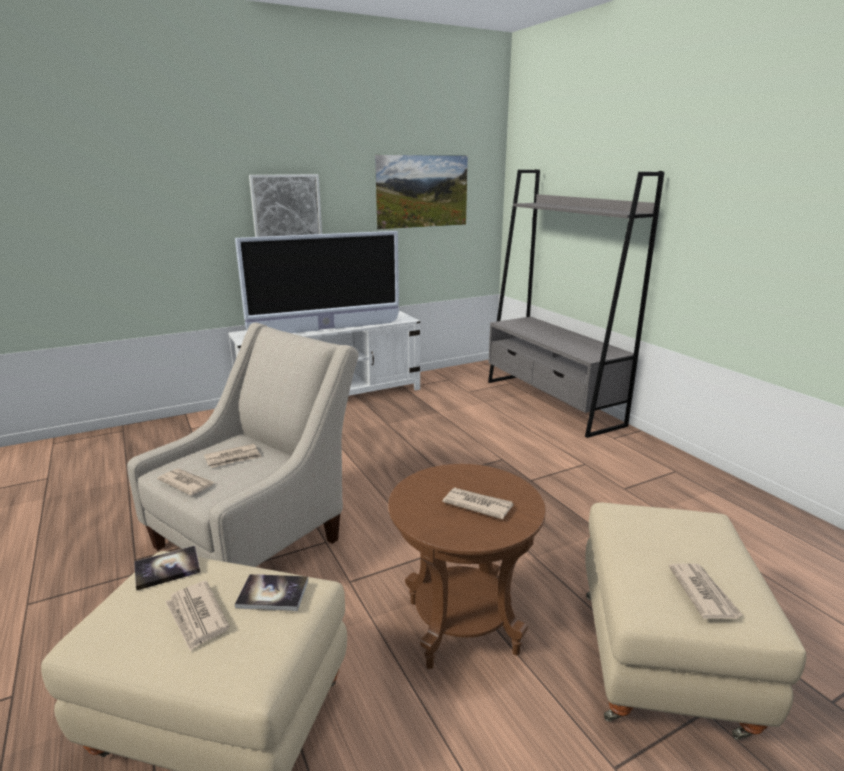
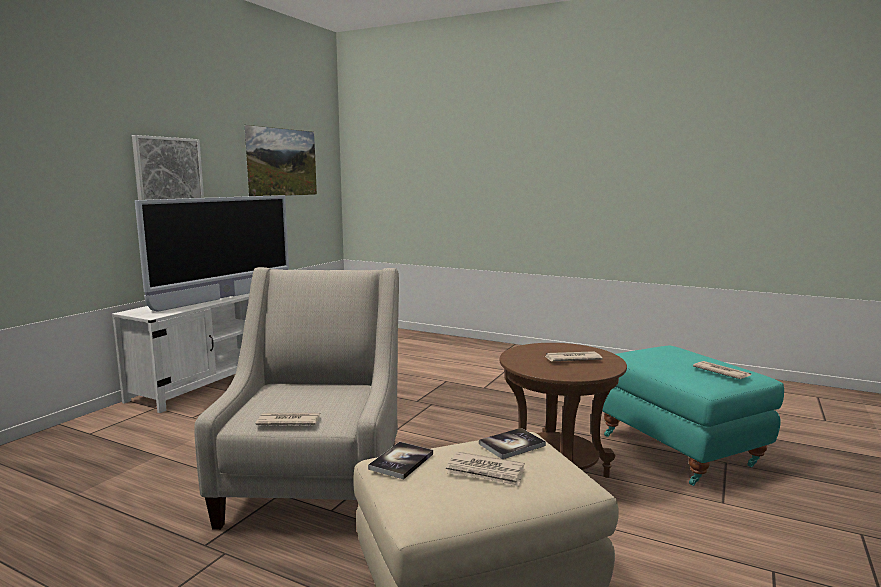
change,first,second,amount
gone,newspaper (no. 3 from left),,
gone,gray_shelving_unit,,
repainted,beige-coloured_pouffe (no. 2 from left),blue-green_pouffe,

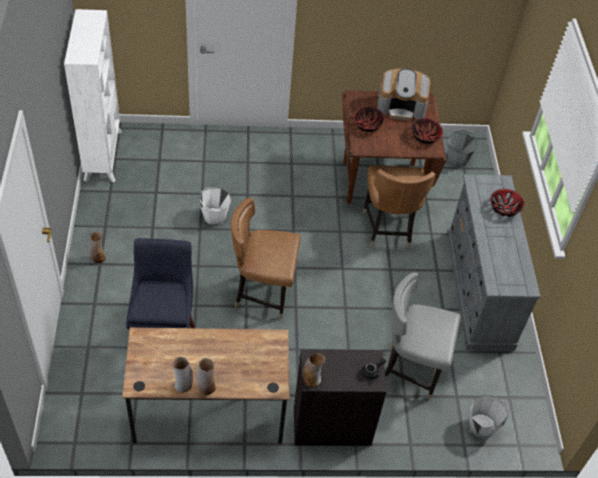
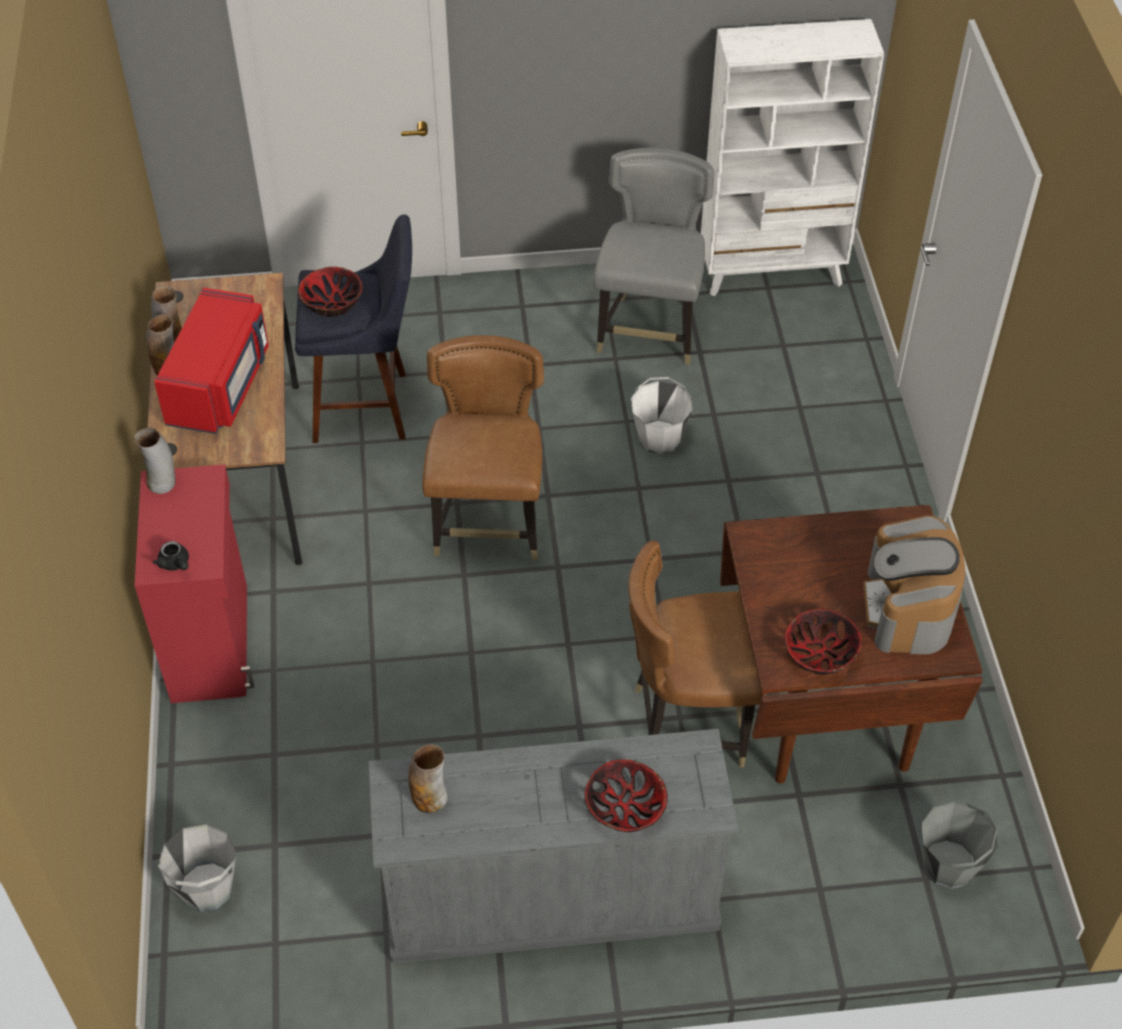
change,first,second,amount
shifted,decorative_vase (no. 1 from left in the first image),decorative_vase (no. 4 from left),
repainted,blackish_storage_cabinet,red_storage_cabinet,
shifted,bowl (no. 1 from left),,
shifted,gray_plain_chair,,
new,,red_microwave_oven,

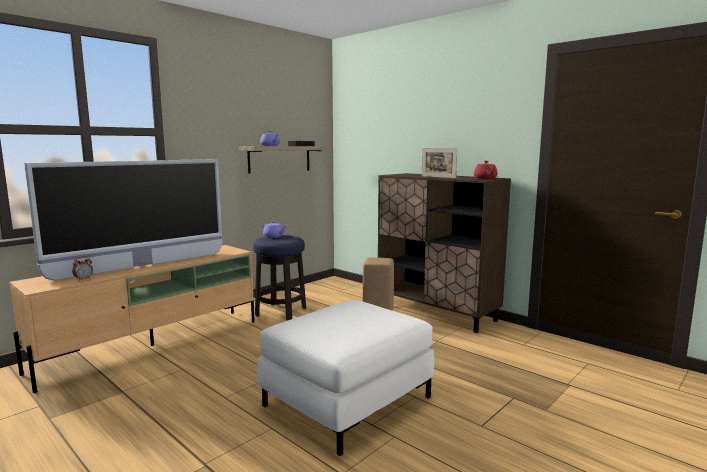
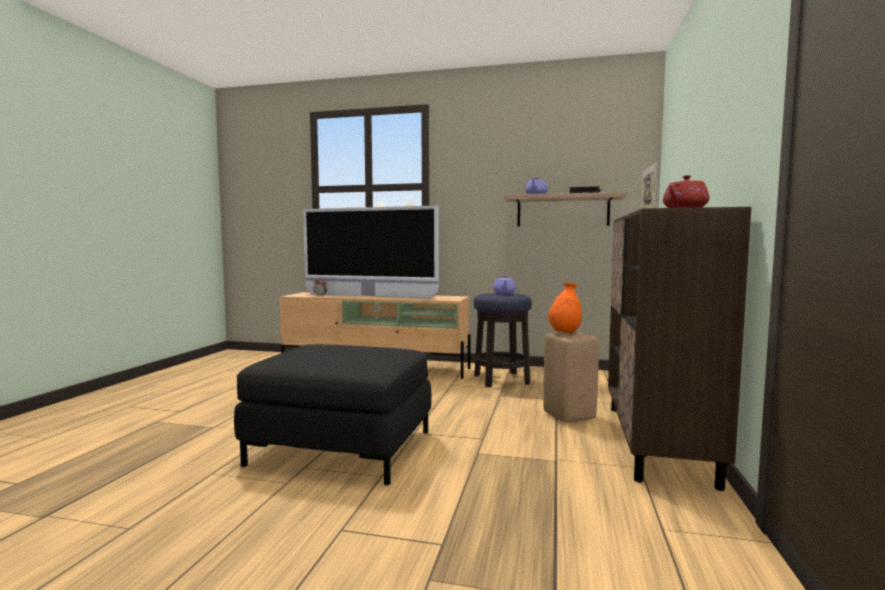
change,first,second,amount
repainted,whitish_pouffe,blackish_pouffe,
new,,orange_decorative_vase,

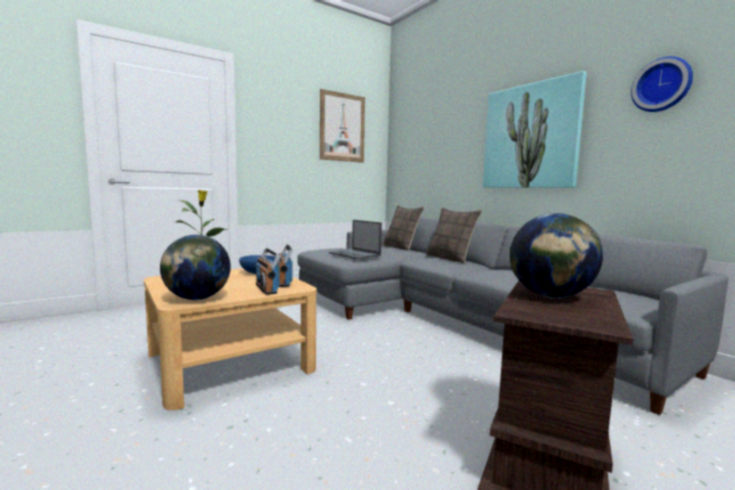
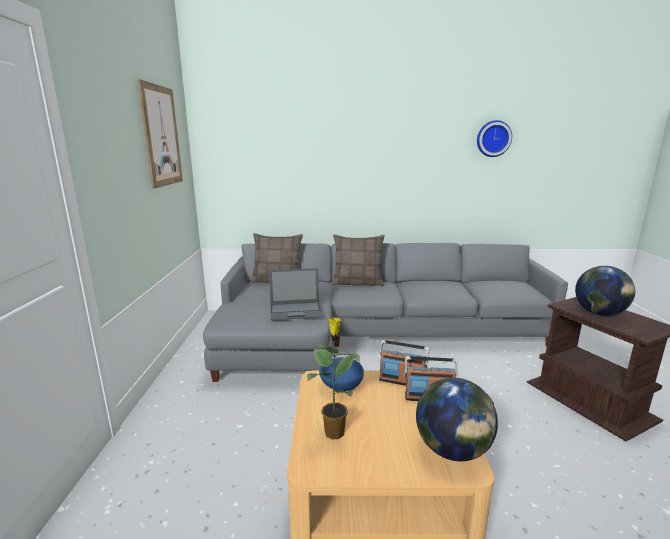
change,first,second,amount
gone,wall_picture (no. 2 from left),,

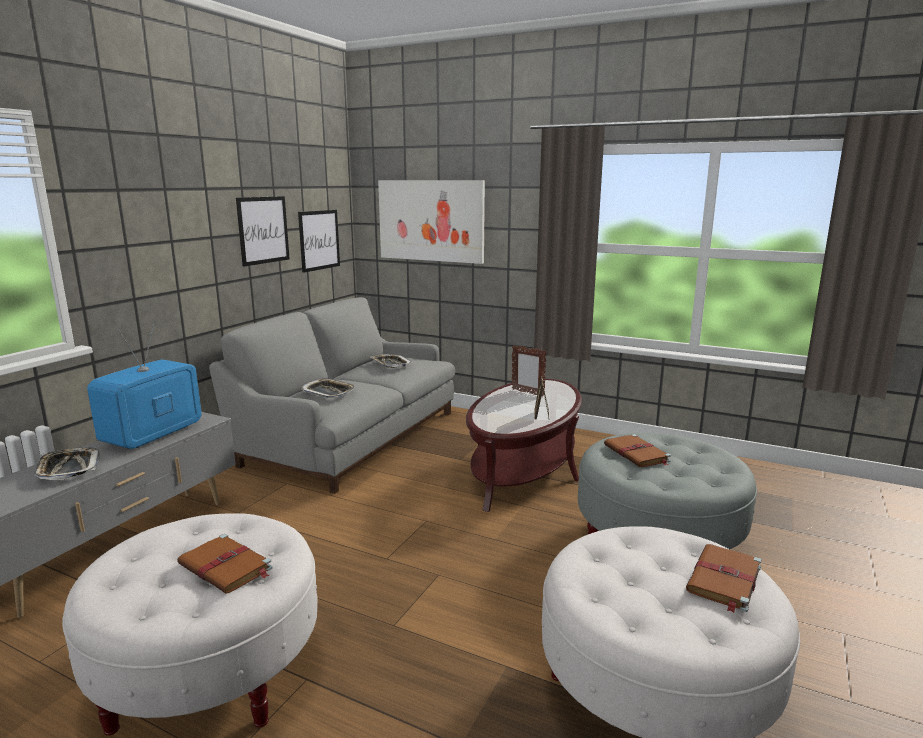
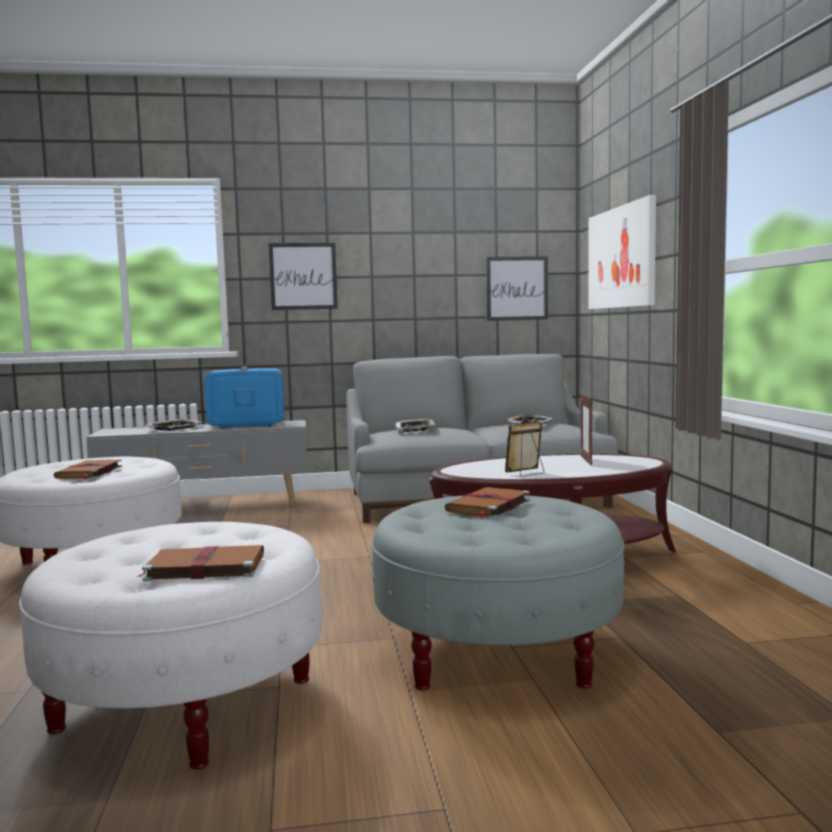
change,first,second,amount
shifted,wall_picture (no. 1 from left),,

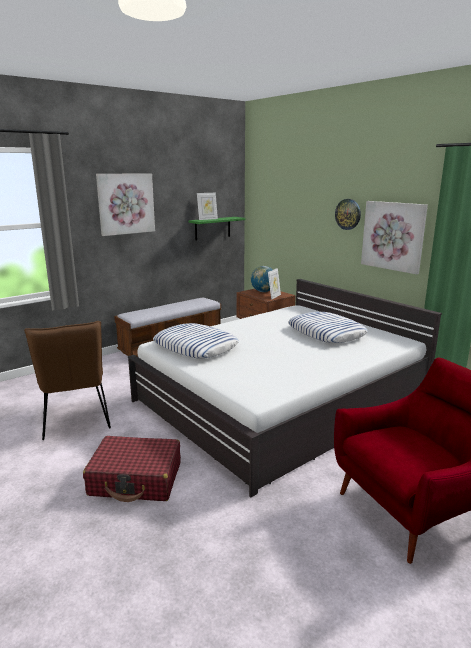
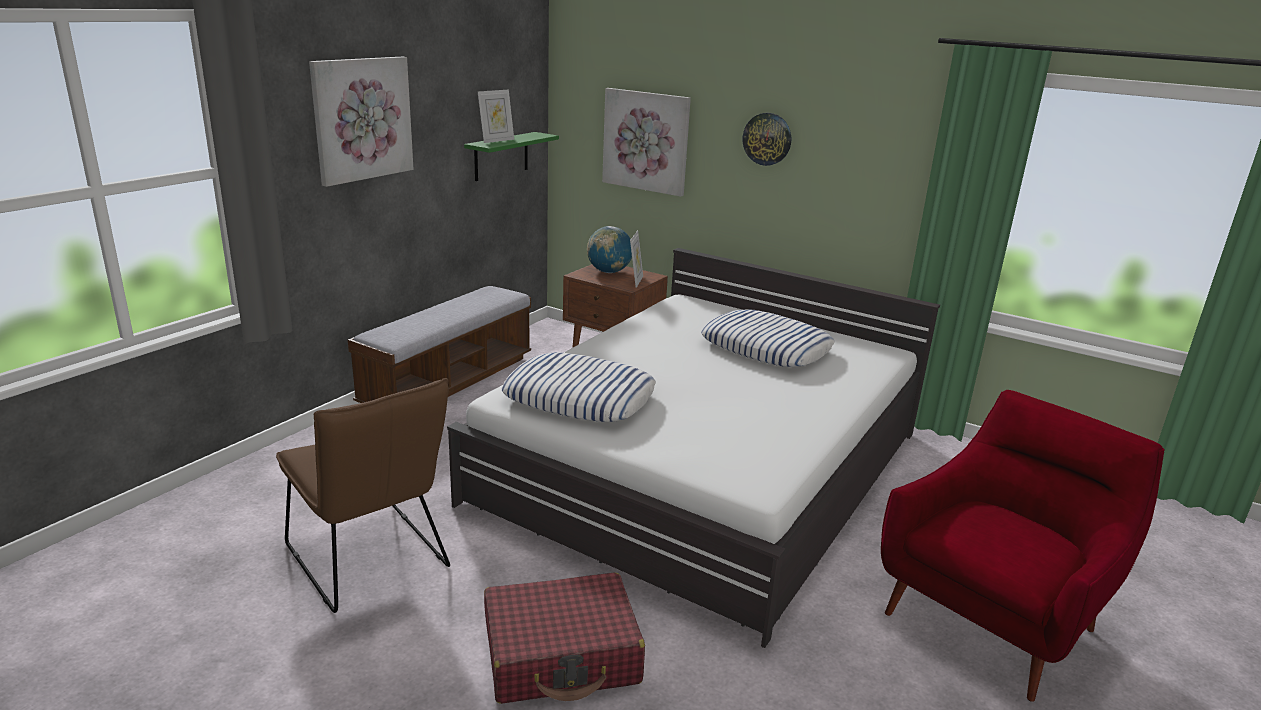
change,first,second,amount
shifted,wall_picture (no. 2 from left),,

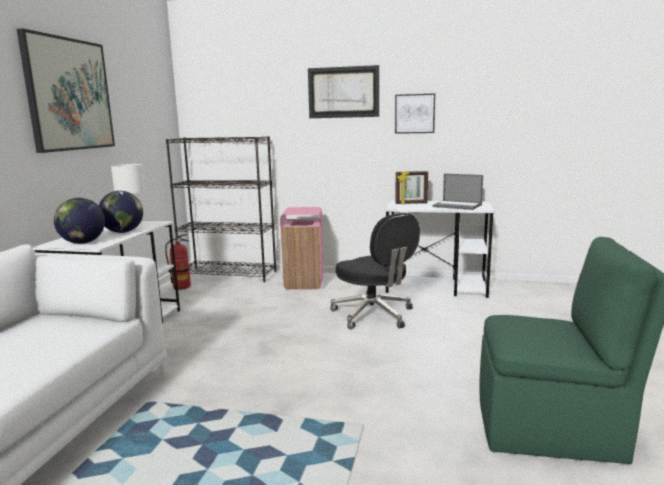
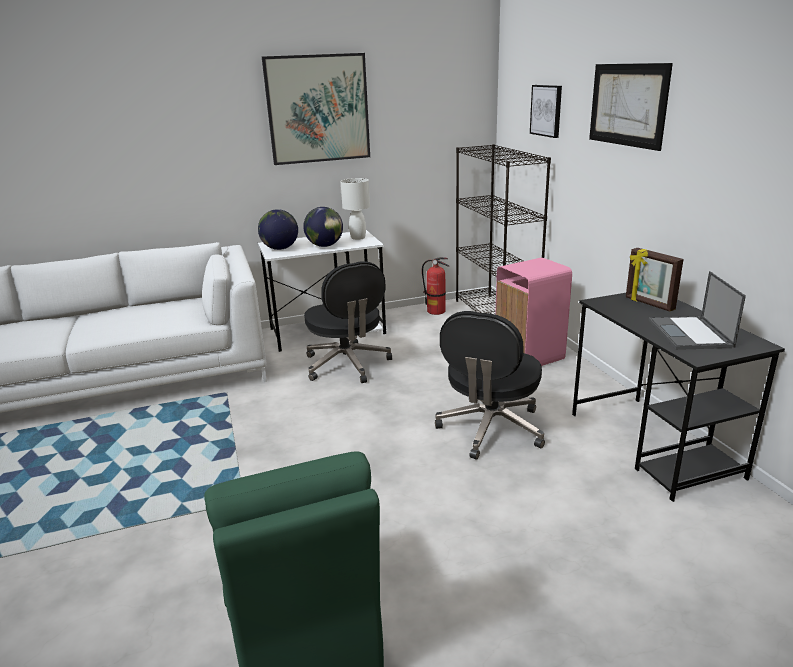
change,first,second,amount
repainted,whitish_desk_table (no. 2 from left),blackish_desk_table,
shifted,wall_picture (no. 3 from left in the first image),wall_picture (no. 2 from left),
new,,blackish_office_chair (no. 1 from left),

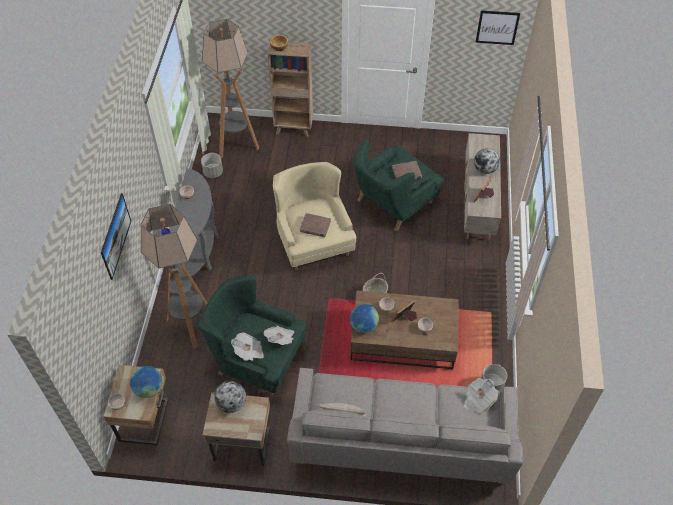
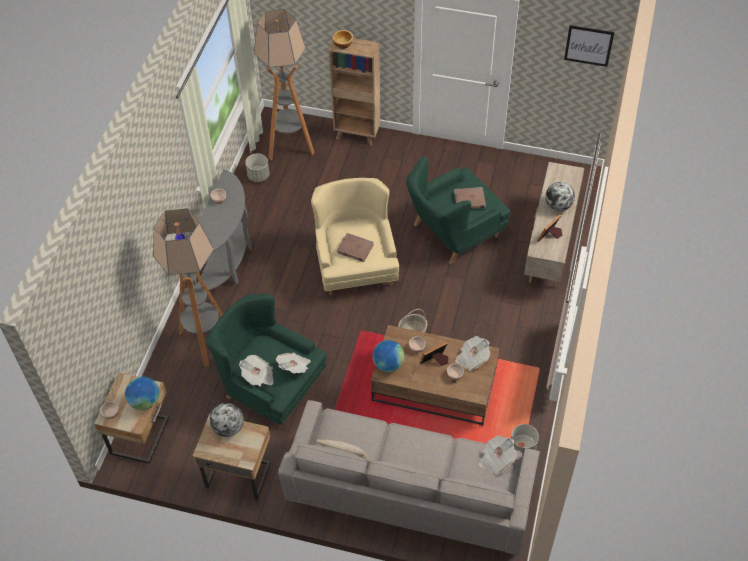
change,first,second,amount
gone,wall_picture (no. 1 from left),,
new,,newspaper (no. 3 from left),

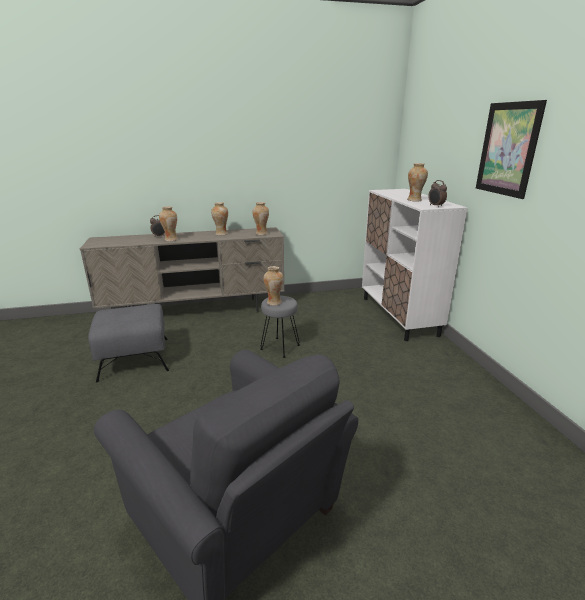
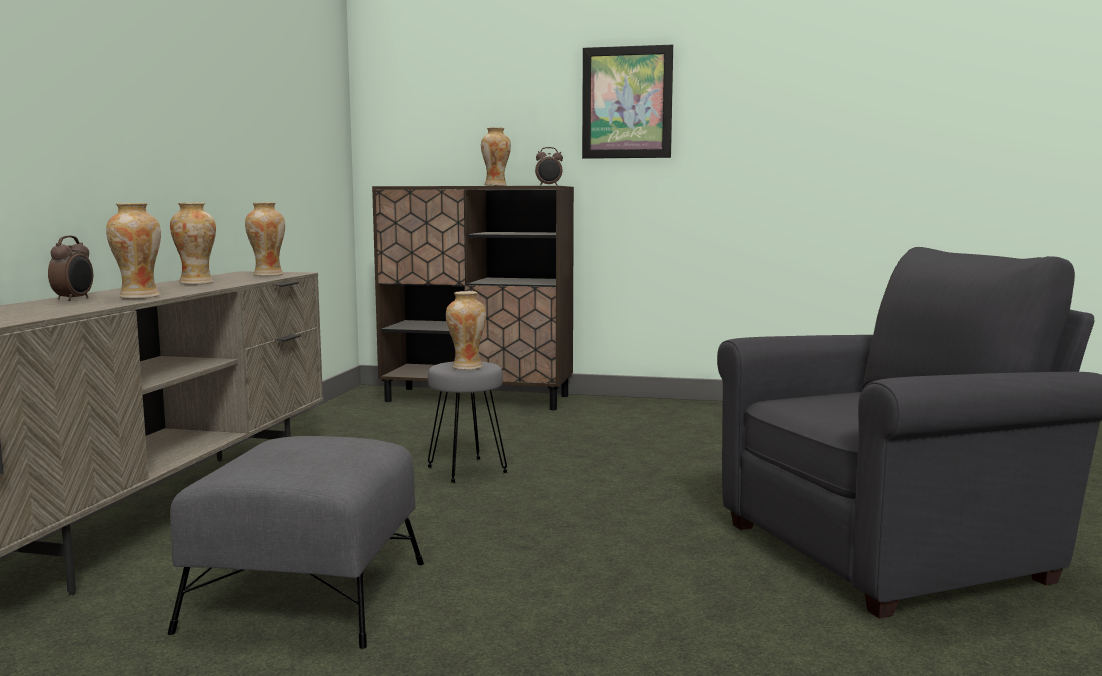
change,first,second,amount
repainted,whitish_storage_cabinet,brown_storage_cabinet,

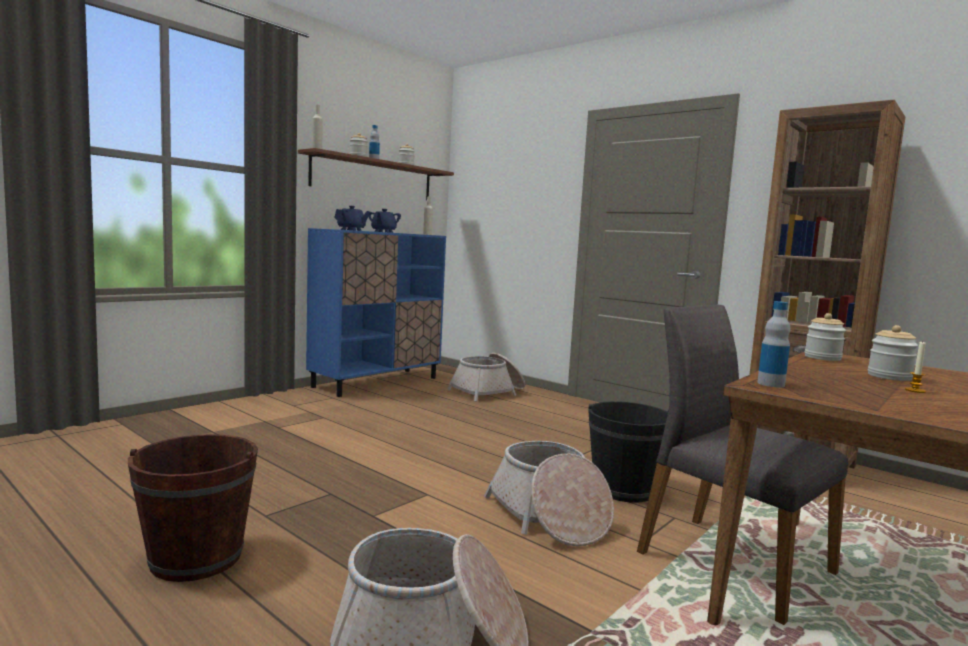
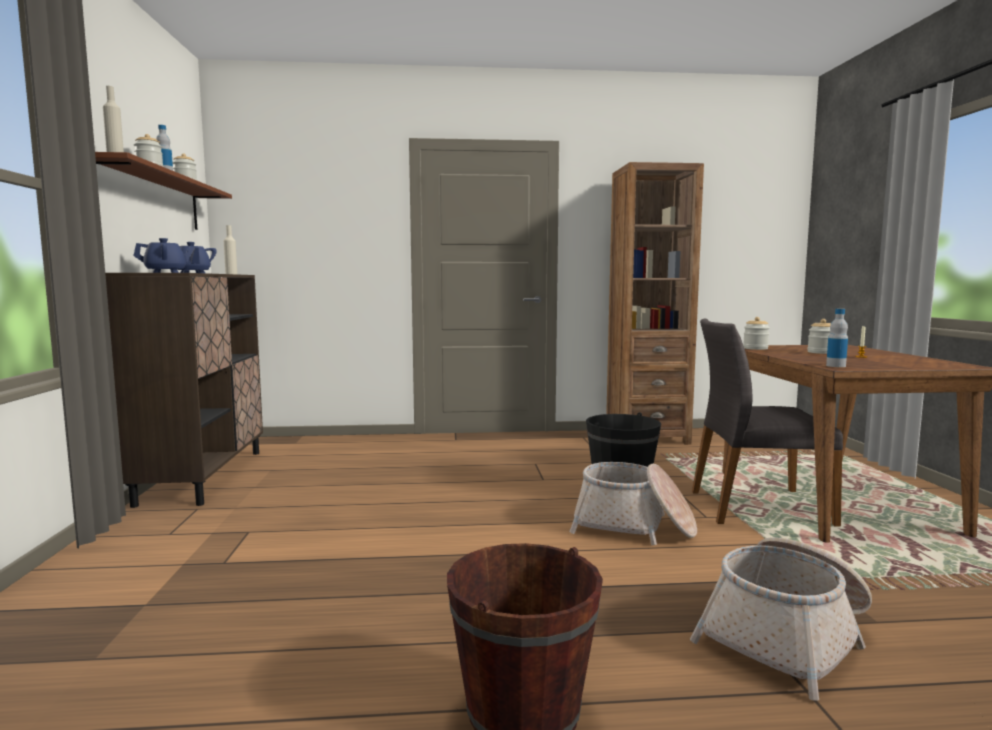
change,first,second,amount
repainted,bluish_storage_cabinet,brown_storage_cabinet,
gone,basket (no. 2 from left),,

